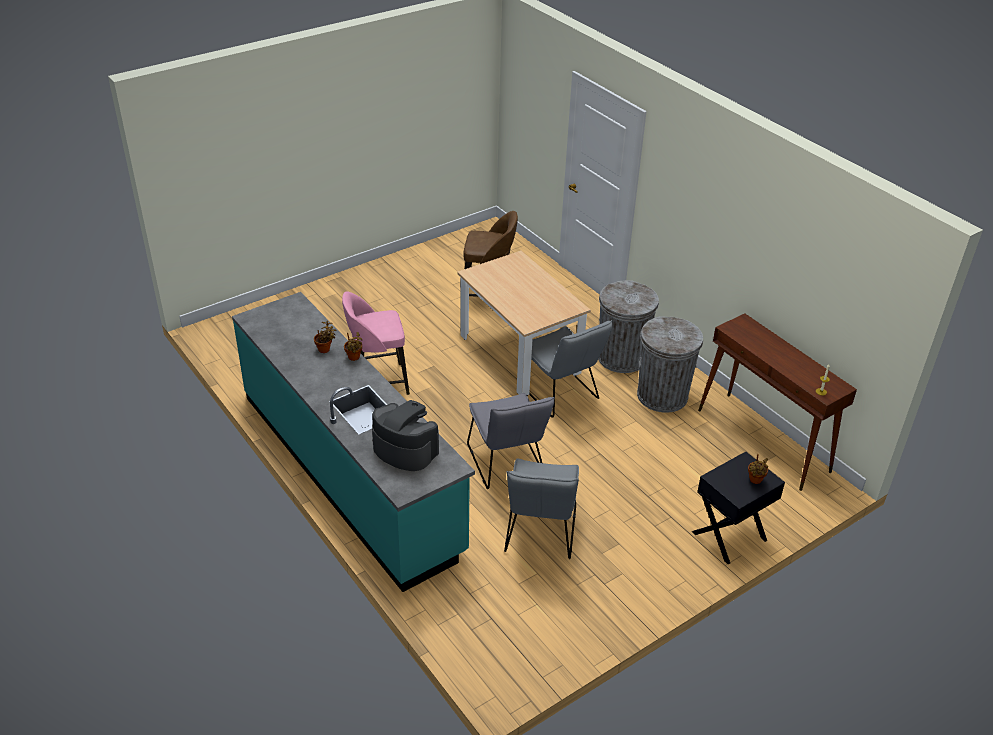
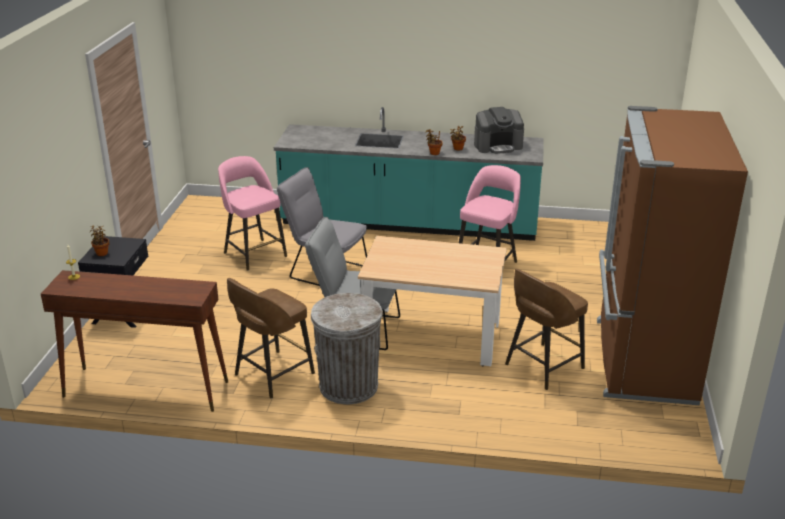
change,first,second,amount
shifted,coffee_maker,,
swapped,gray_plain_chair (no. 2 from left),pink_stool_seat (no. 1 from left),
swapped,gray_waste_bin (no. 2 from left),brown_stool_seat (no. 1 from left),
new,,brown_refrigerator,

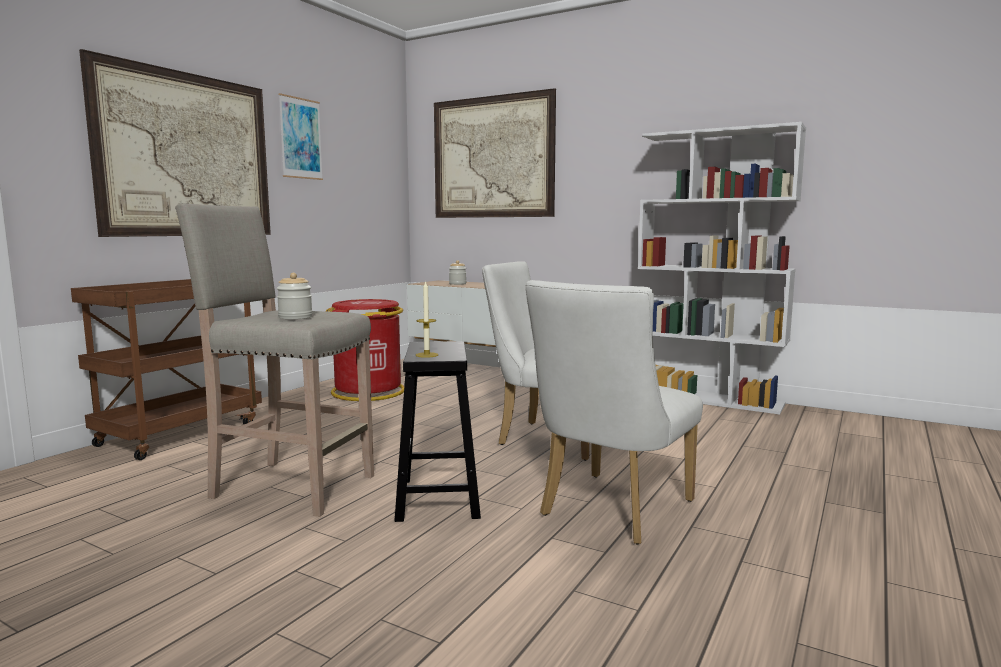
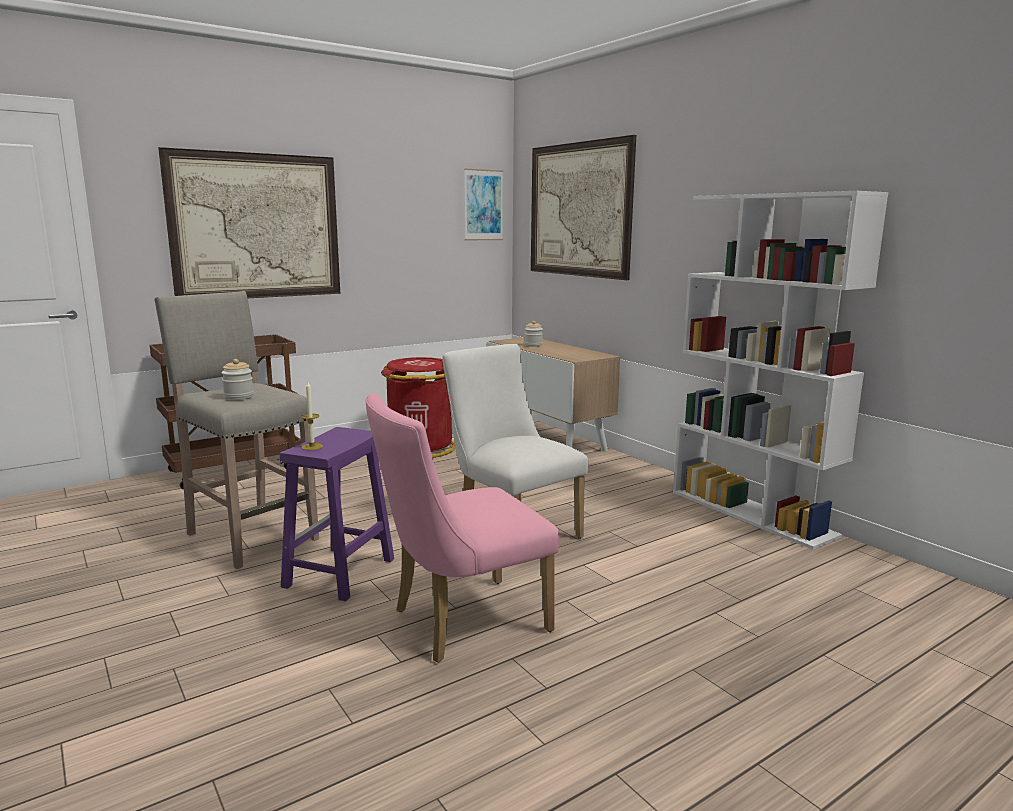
change,first,second,amount
shifted,wall_picture (no. 2 from left),,
repainted,blackish_stool_seat,purple_stool_seat,
repainted,whitish_plain_chair (no. 2 from left),pink_plain_chair,

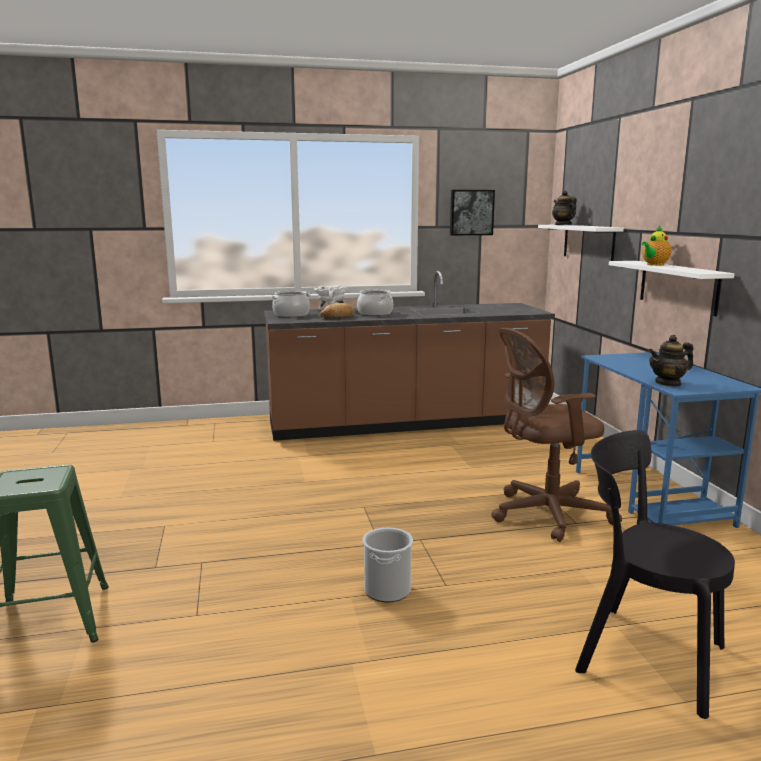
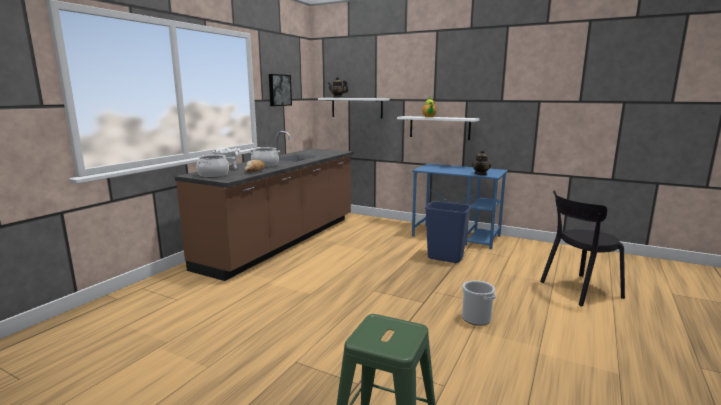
change,first,second,amount
swapped,brown_office_chair,bluish_waste_bin,

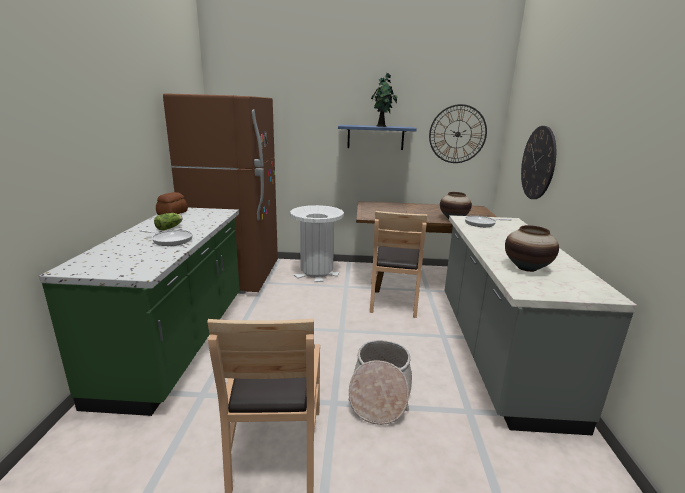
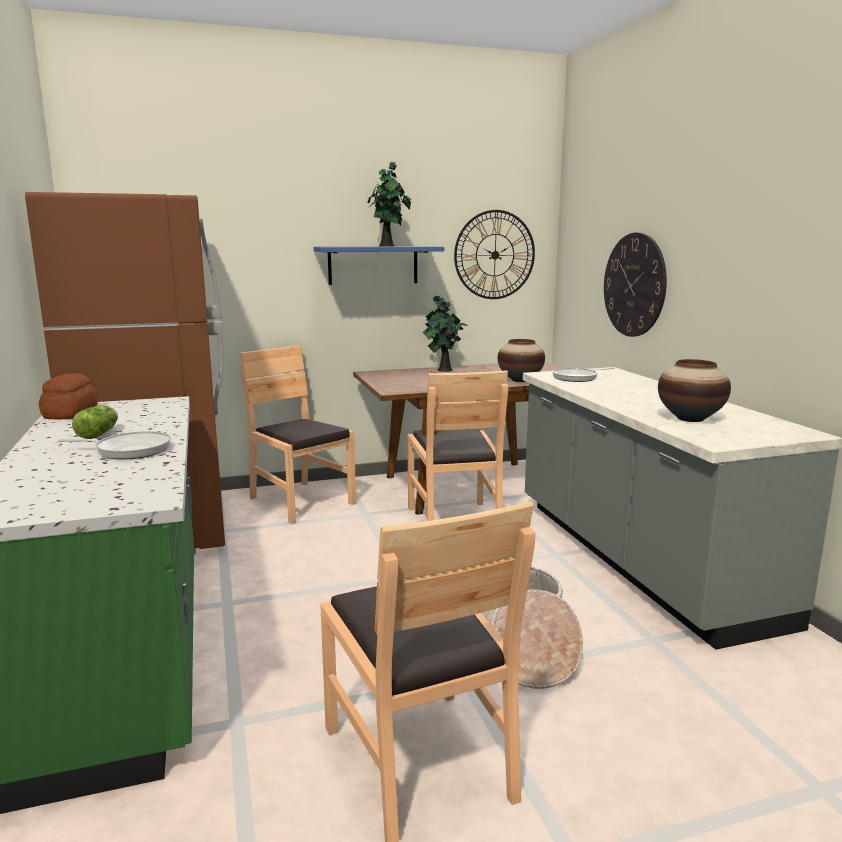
change,first,second,amount
swapped,whitish_waste_bin,brown_plain_chair (no. 1 from left),
new,,houseplant (no. 2 from left),

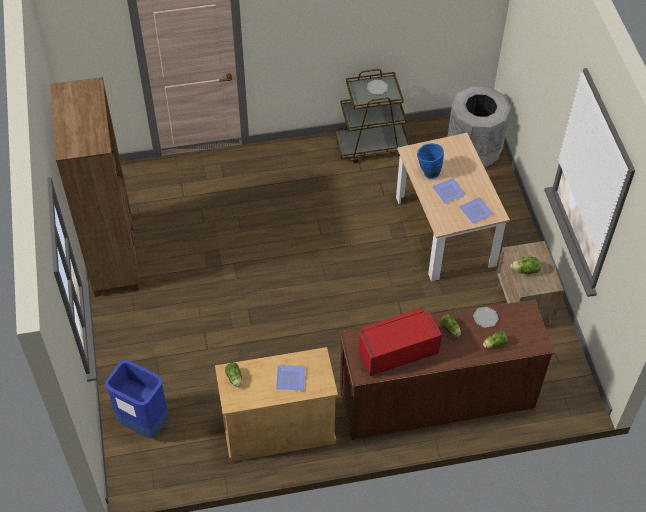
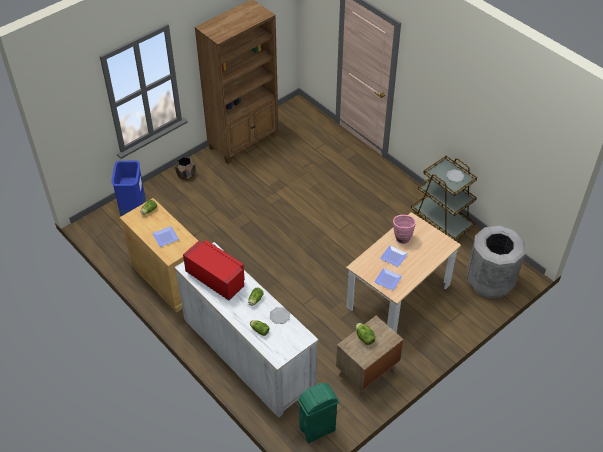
change,first,second,amount
repainted,brown_dresser,whitish_dresser,
repainted,bluish_decorative_vase,pink_decorative_vase,
new,,brown_planter,
new,,greenish_waste_bin,

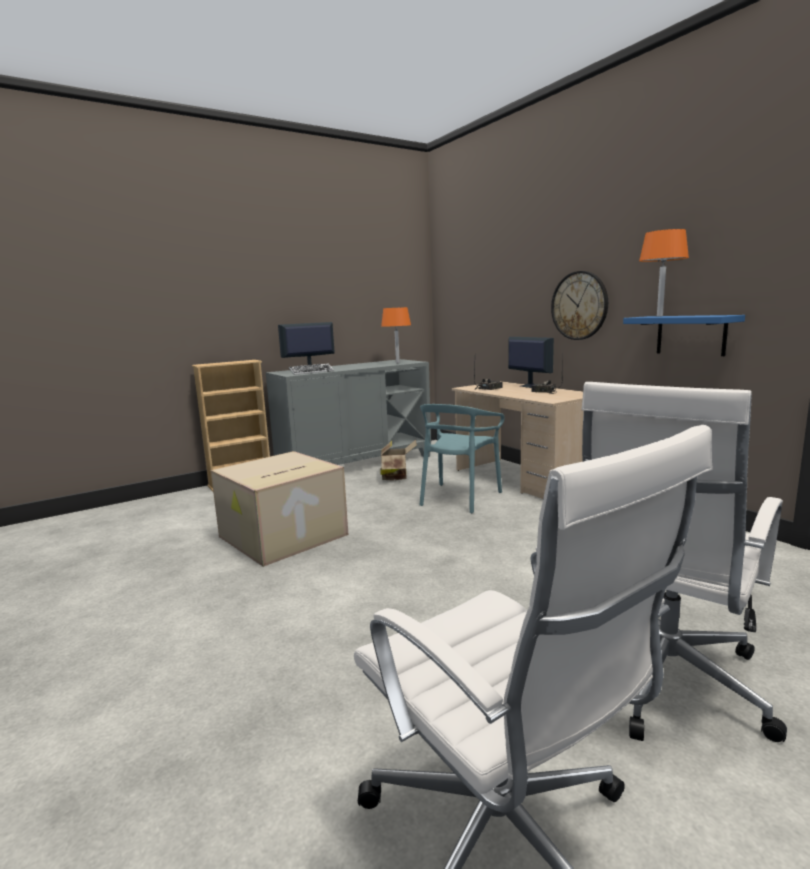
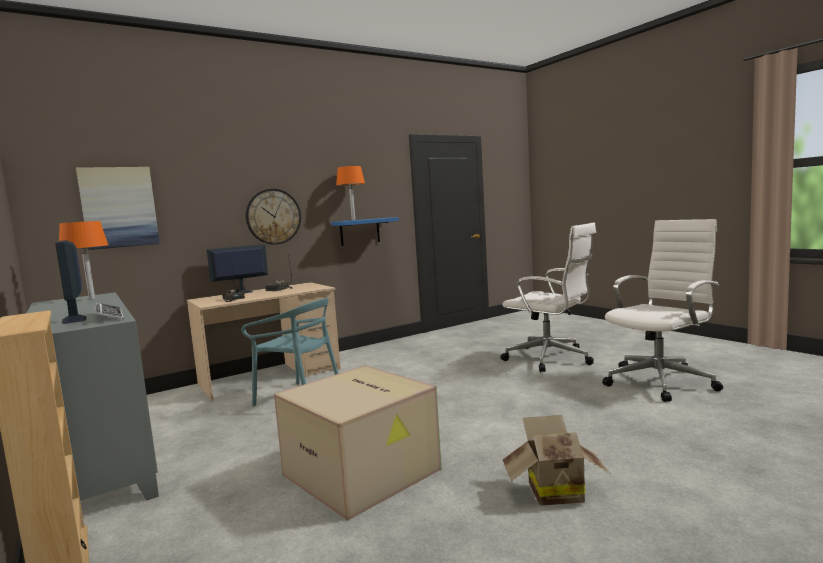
change,first,second,amount
shifted,cardboard_box (no. 2 from left),,
new,,wall_picture,

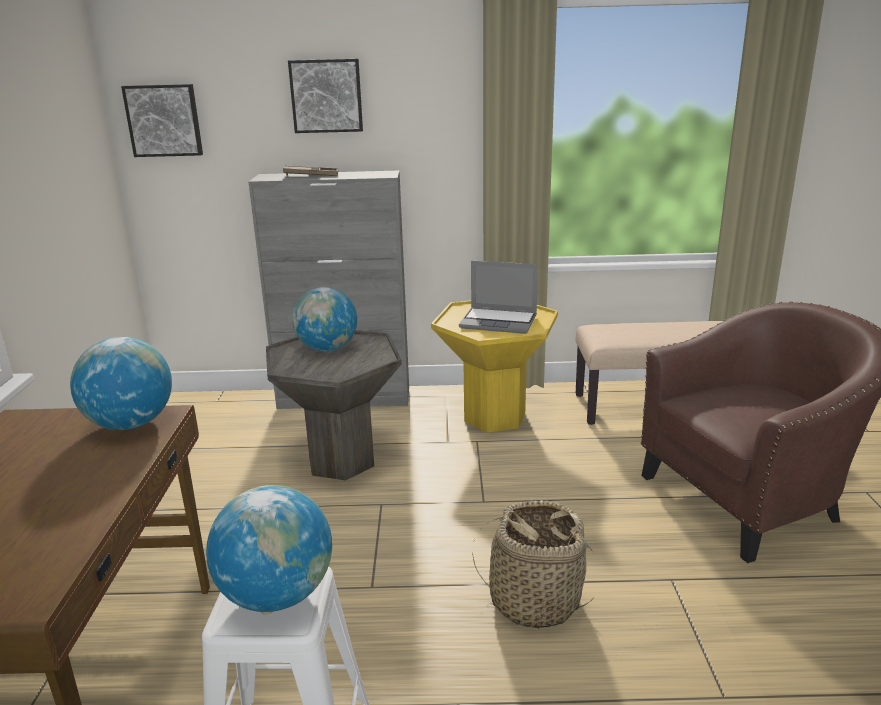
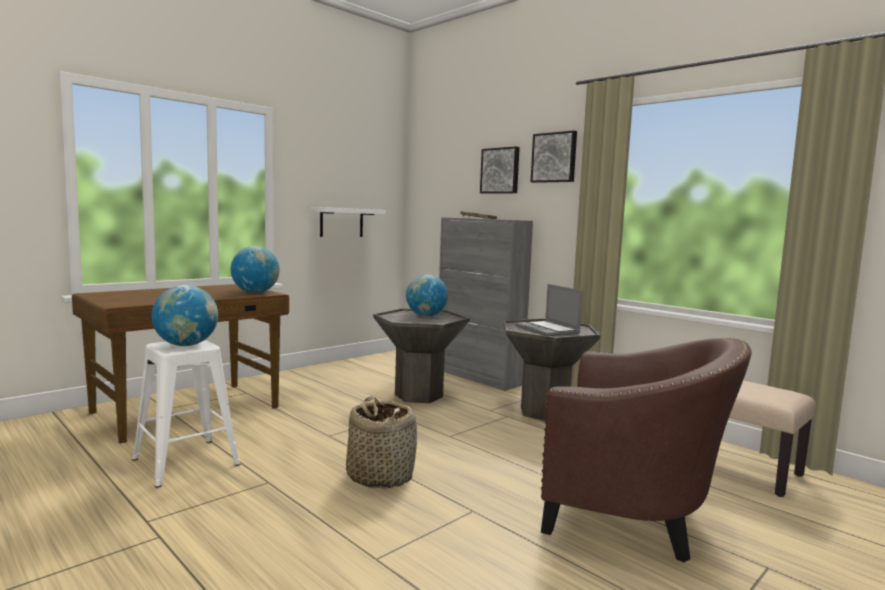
change,first,second,amount
shifted,wall_picture (no. 1 from left in the first image),wall_picture (no. 2 from left),
repainted,yellowish_end_table,gray_end_table (no. 2 from left),
new,,whitish_bracket_shelf,

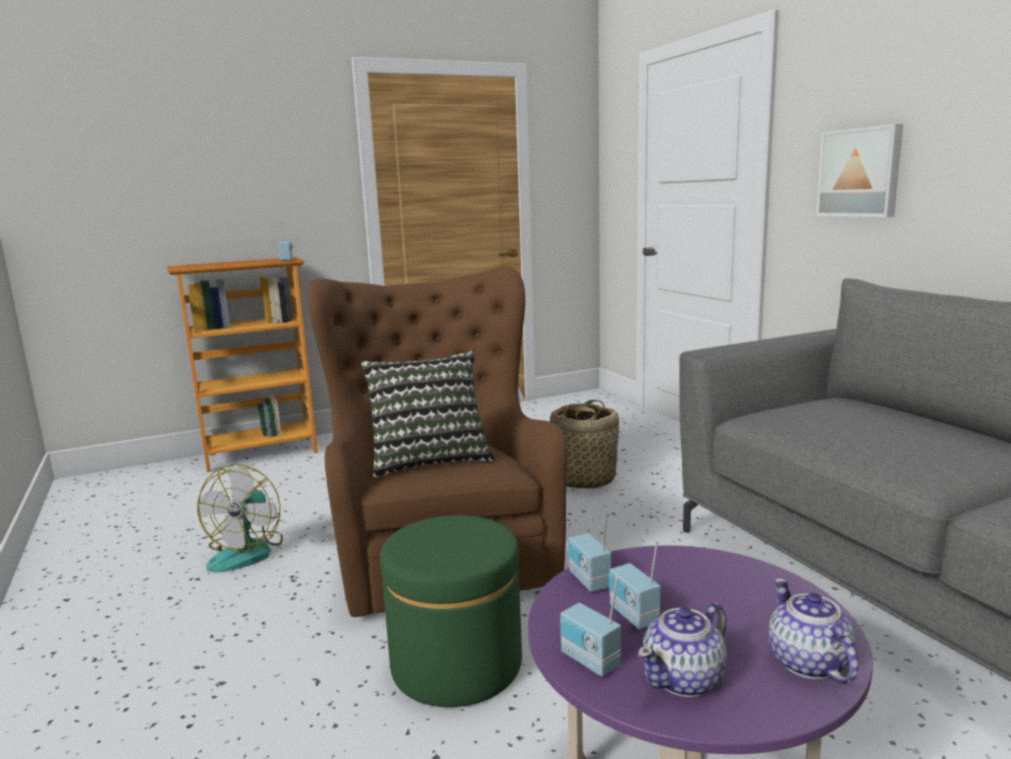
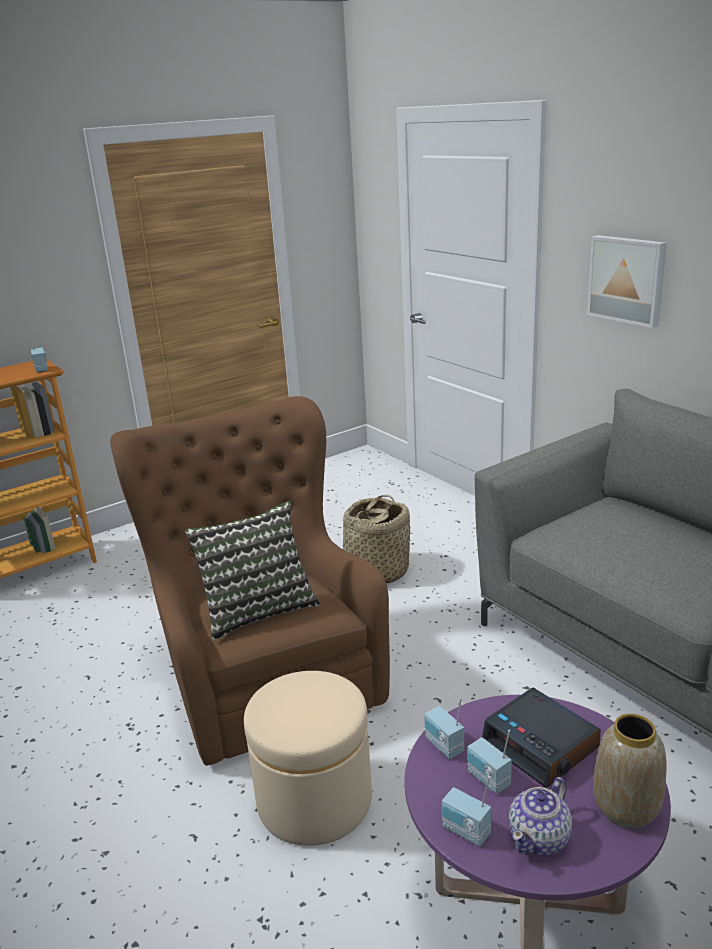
change,first,second,amount
gone,cooling_fan,,
repainted,greenish_pouffe,beige-coloured_pouffe,
swapped,pot_for_tea (no. 2 from left),decorative_vase,
new,,alarm_clock,

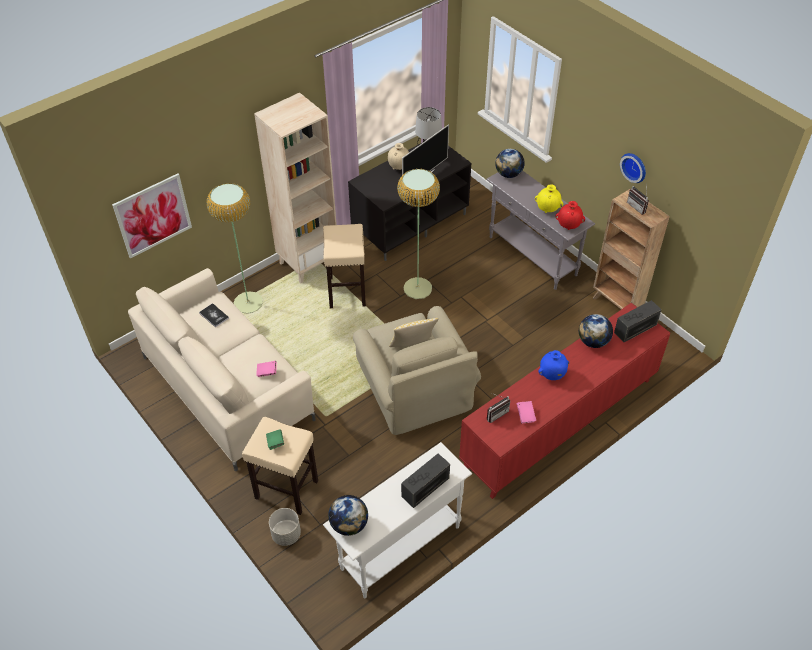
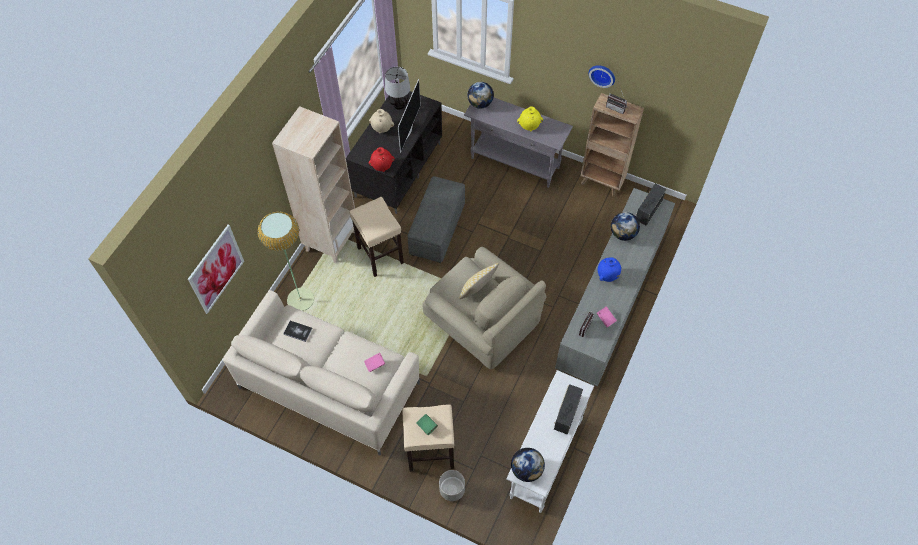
change,first,second,amount
swapped,standard_lamp (no. 2 from left),gray_pouffe,
repainted,red_storage_cabinet,gray_storage_cabinet,
shifted,red_decorative_vase,,

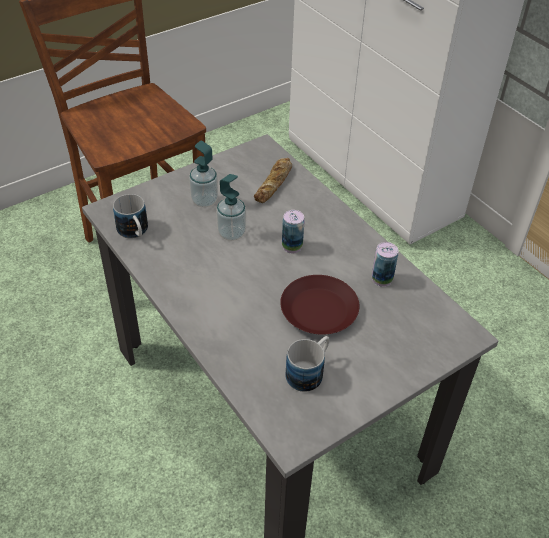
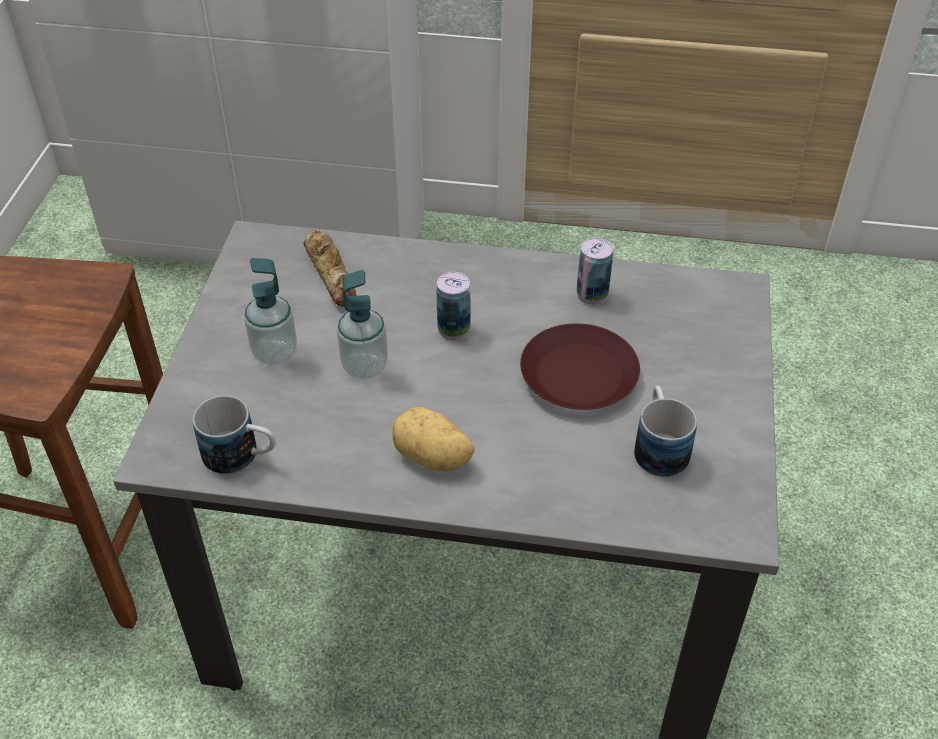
change,first,second,amount
new,,potato,

